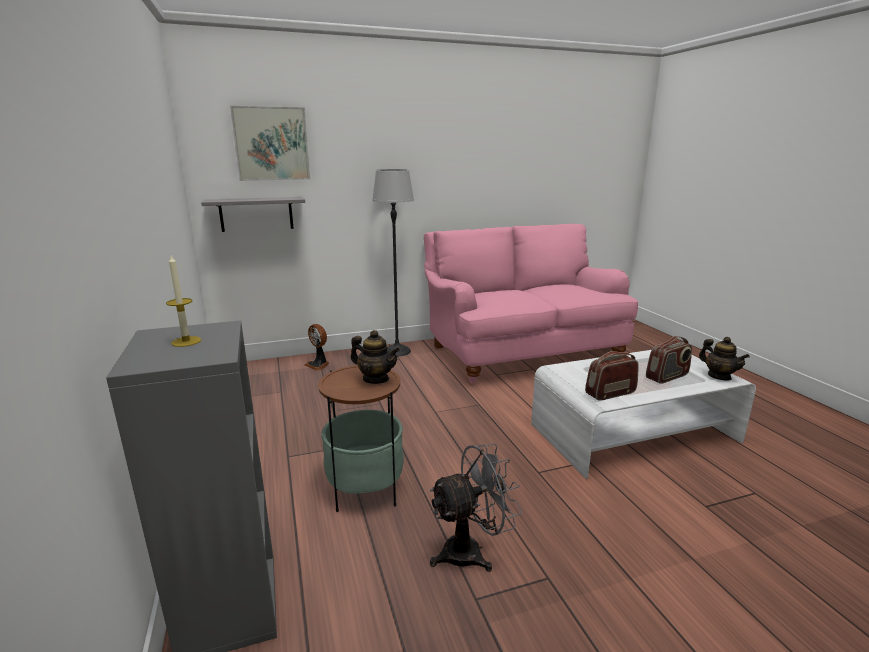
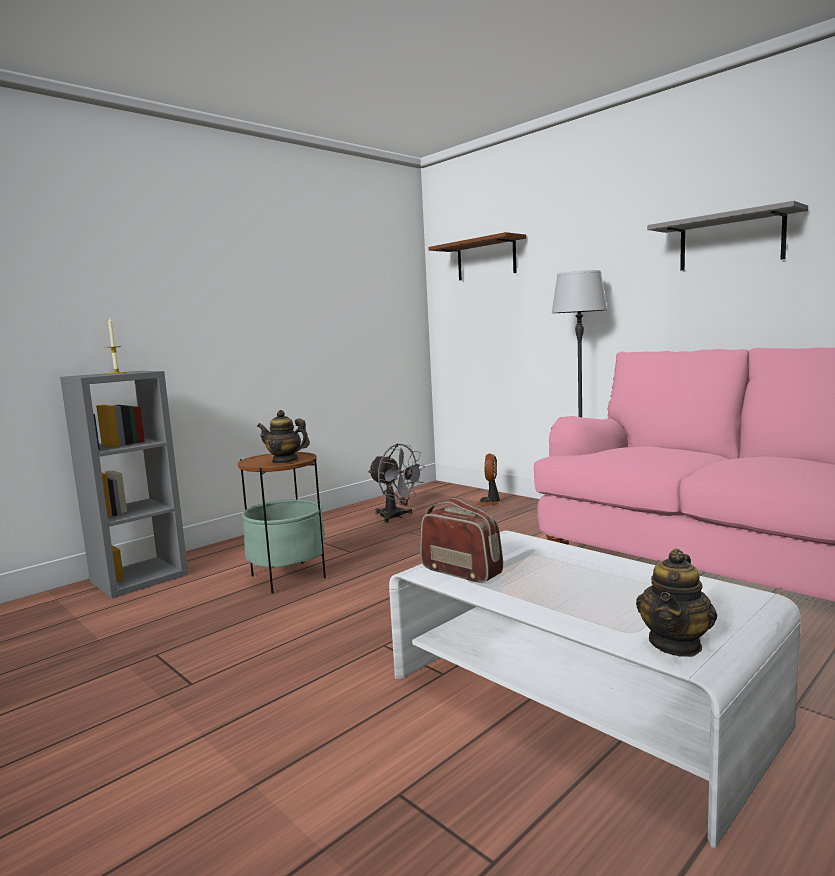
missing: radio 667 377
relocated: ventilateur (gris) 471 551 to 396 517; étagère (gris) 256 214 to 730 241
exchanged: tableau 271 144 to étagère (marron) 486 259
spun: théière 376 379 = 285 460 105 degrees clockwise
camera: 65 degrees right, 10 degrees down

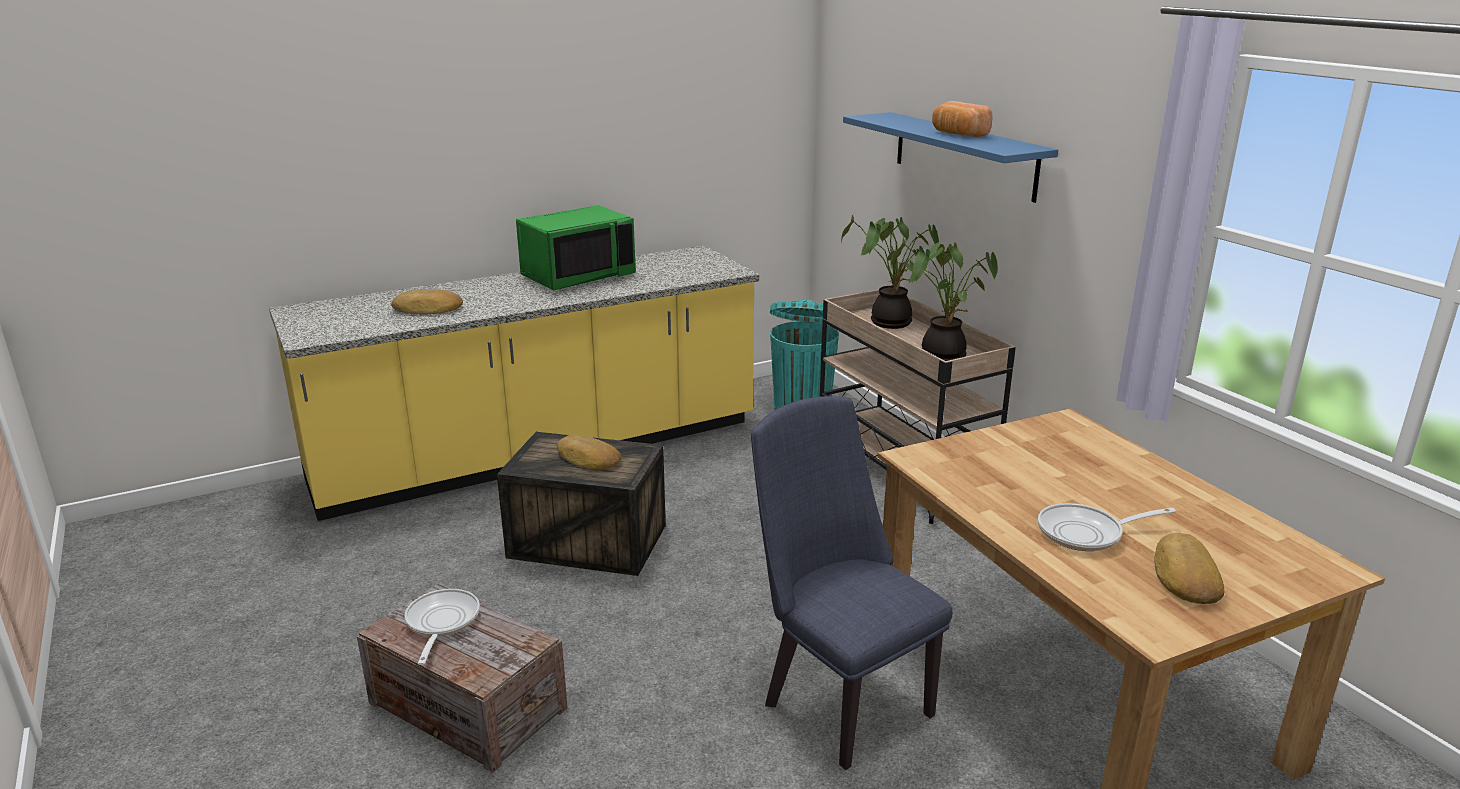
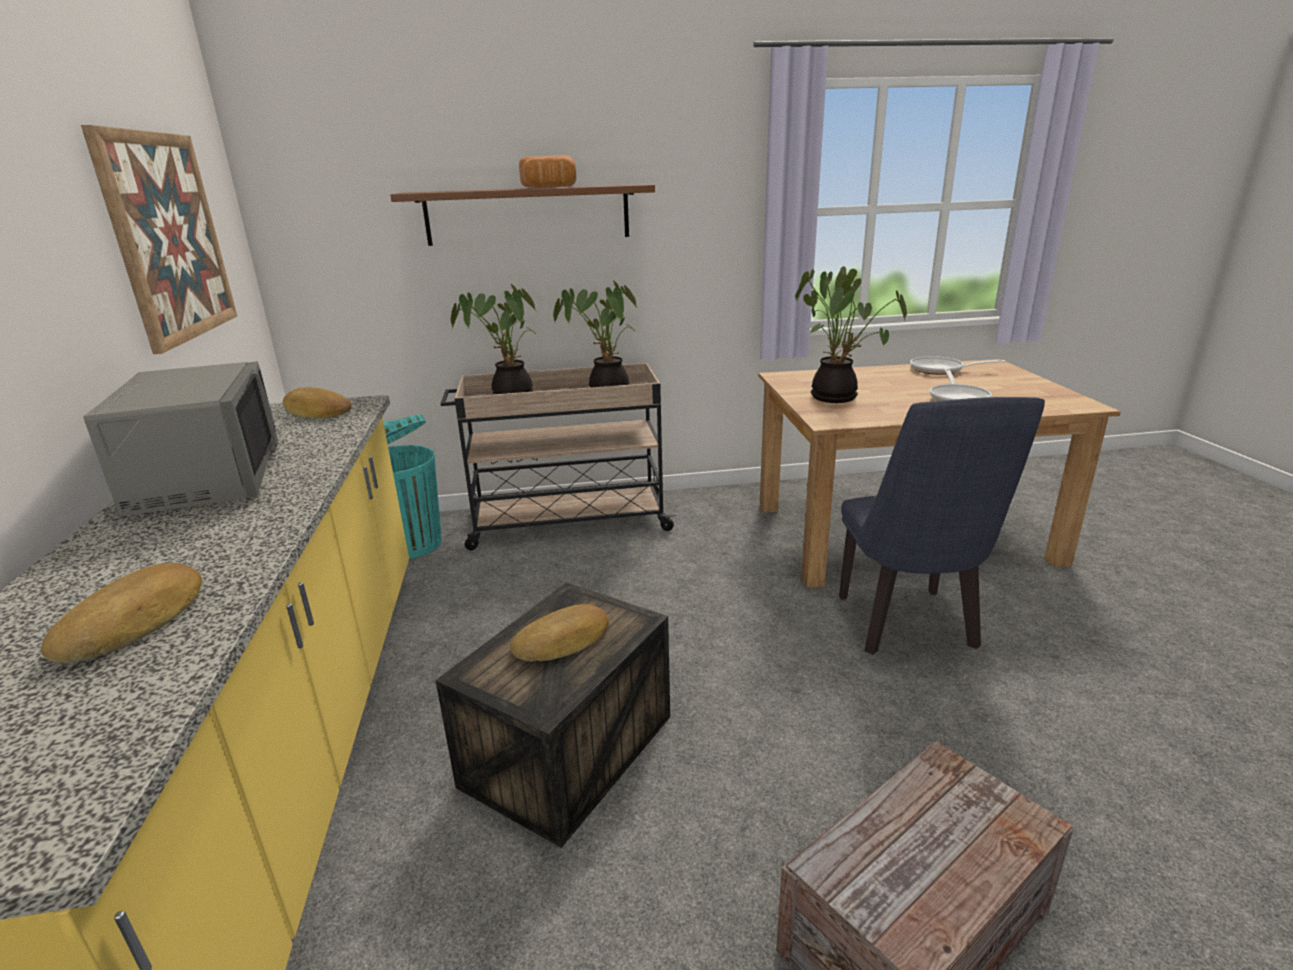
appeared: tableau 169 237; plante en pot 837 397
relocated: pain 1184 576 to 316 412; poêle 441 623 to 941 370
colour: micro-ondes (vert) 577 276 to micro-ondes (gris) 205 480; étagère (bleu) 963 155 to étagère (marron) 528 215
spun: chaise (bleu) 838 700 = 909 628 75 degrees counterclockwise
camera: 70 degrees left, 0 degrees up

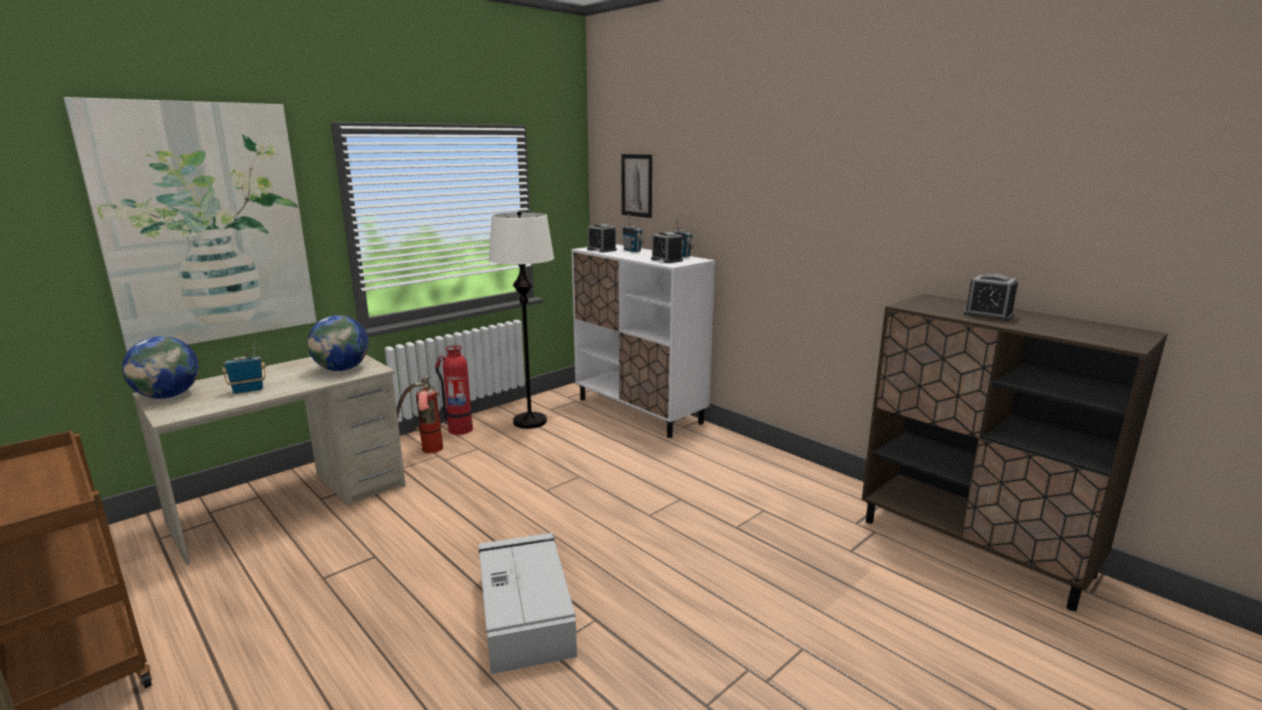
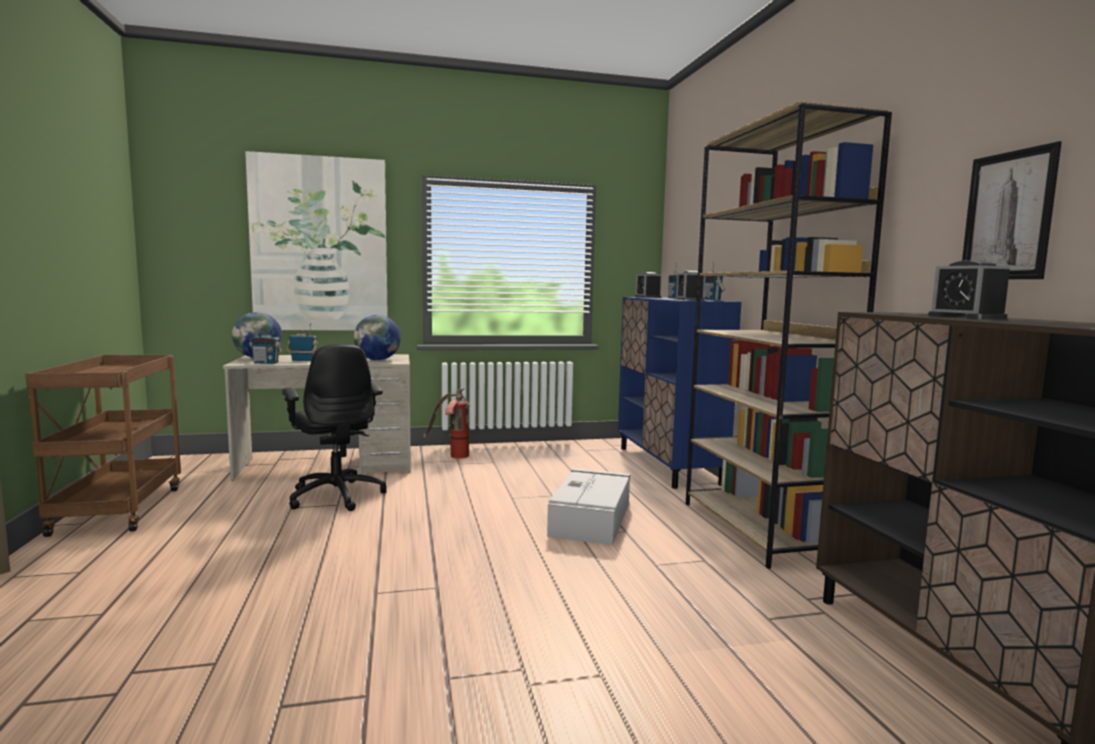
missing: extincteur 460 429; lampadaire (blanc) 530 421
appeared: radio 266 363; chaise de bureau (noir) 337 496; bibliothèque (marron) 760 529
relocated: boîte de rangement (gris) 525 612 to 591 518; tableau 637 185 to 1008 216
colour: meuble de rangement (blanc) 639 411 to meuble de rangement (bleu) 668 465
camera: 30 degrees right, 10 degrees down

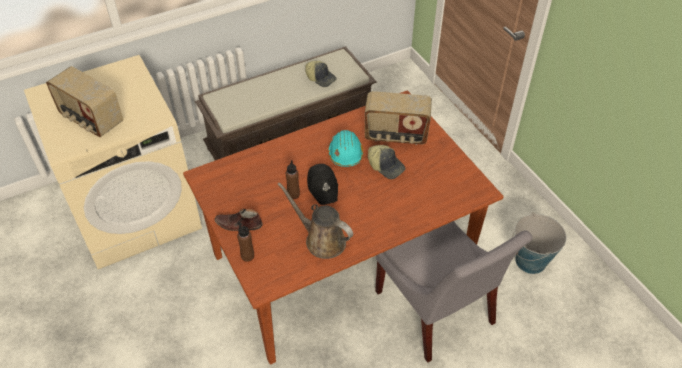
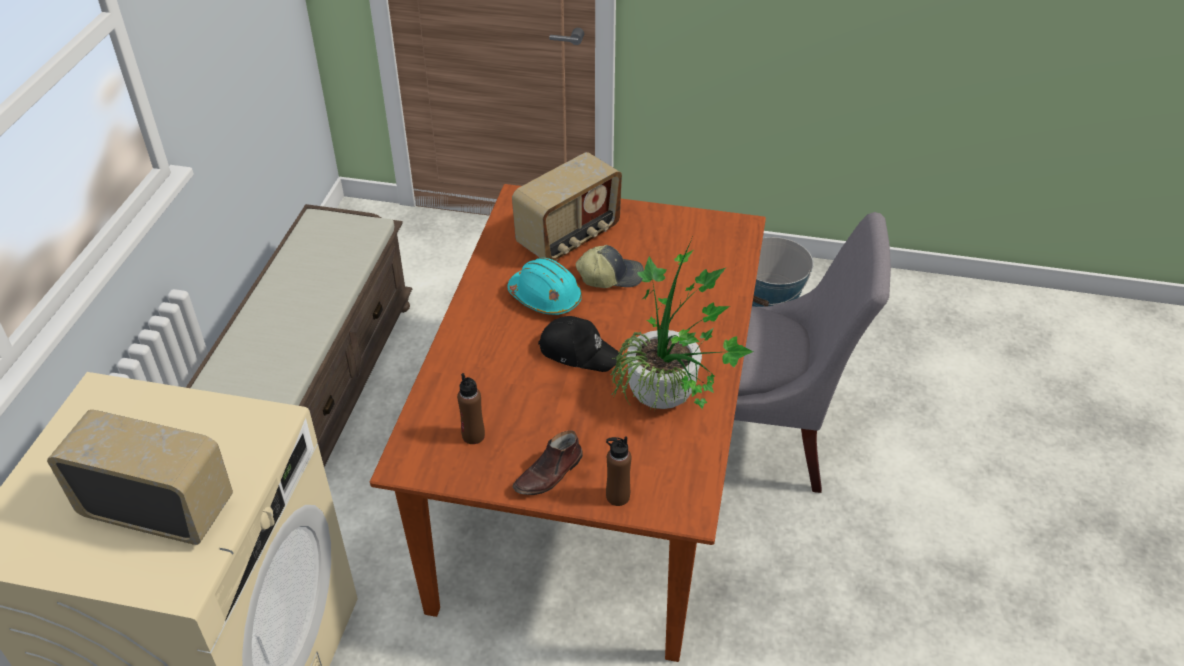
missing: casquette 321 78
relocated: bouteille (marron) 293 194 to 473 436
exchanged: arrosoir (marron) 322 240 to plante en pot 669 405
spun: radio 91 120 = 159 508 150 degrees counterclockwise
camera: 50 degrees left, 5 degrees down

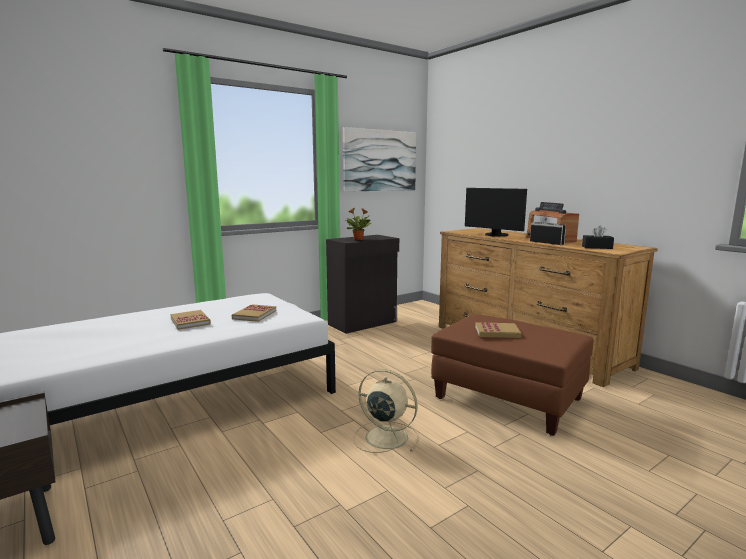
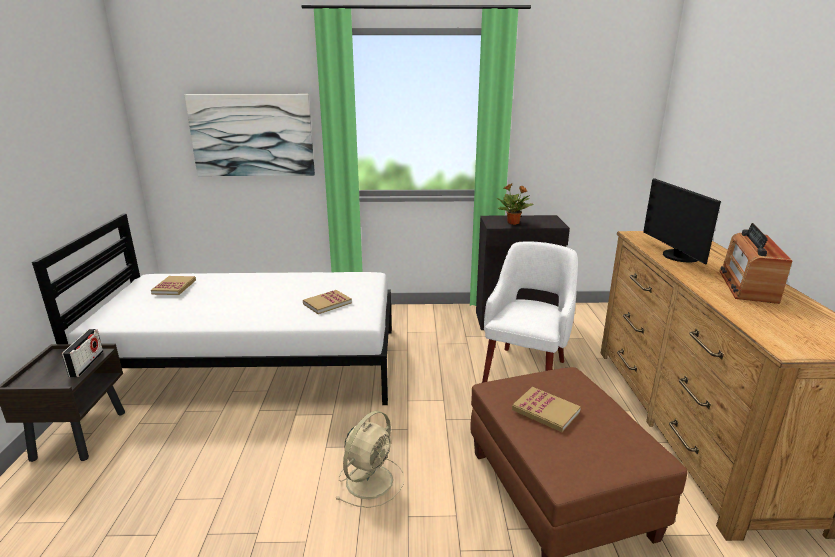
missing: boîte à mouchoirs (noir) 597 247
appeared: fauteuil (blanc) 526 371
relocated: radio 546 243 to 86 364; livre 190 321 to 174 287; tableau 380 160 to 252 135
spun: ventilateur (beige) 384 437 = 371 480 60 degrees clockwise
camera: 35 degrees right, 10 degrees up

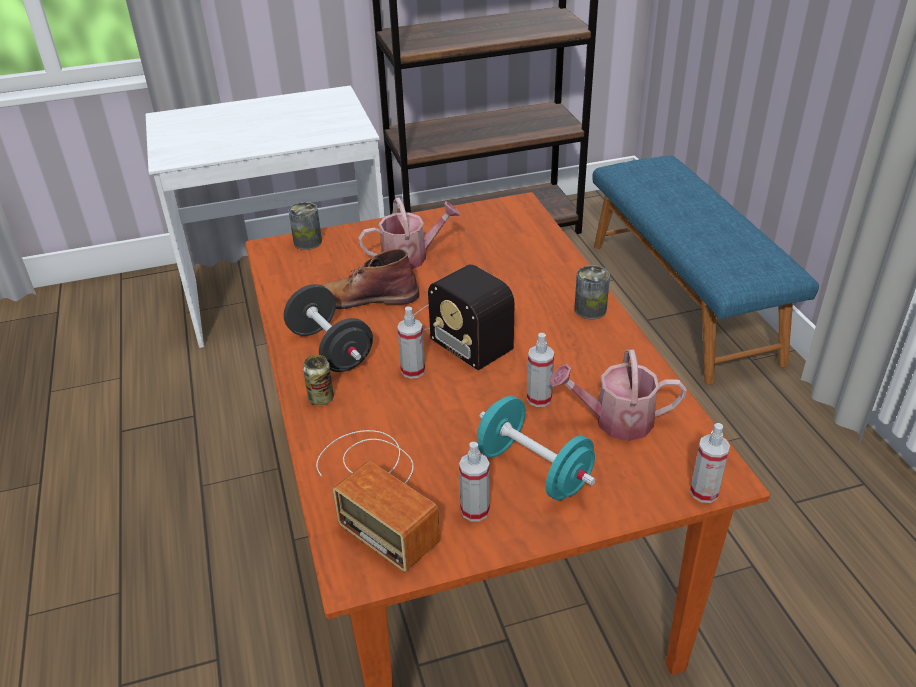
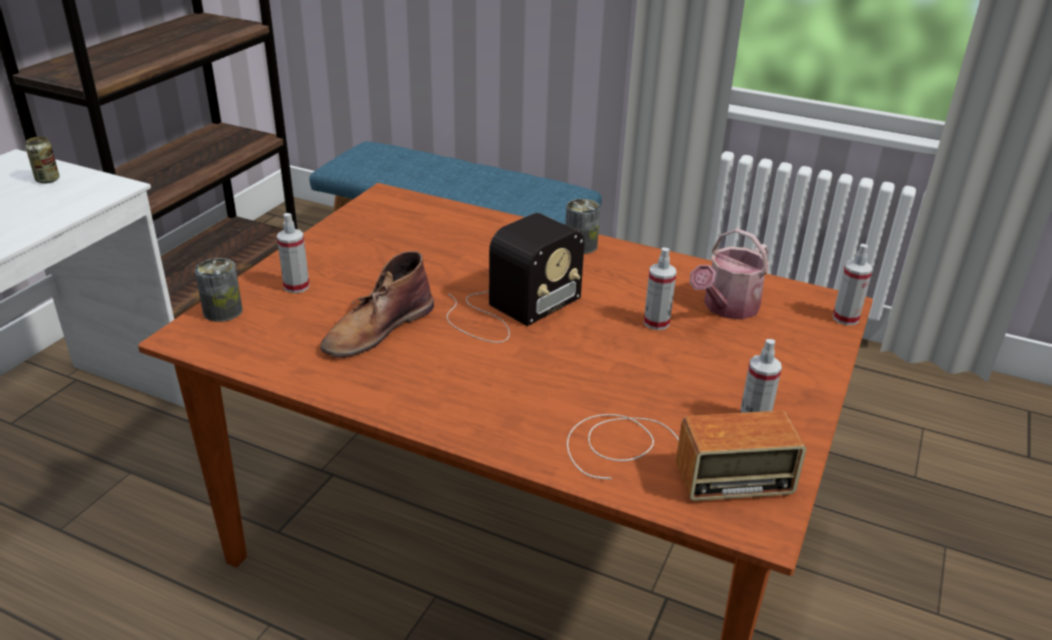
missing: haltère (noir) 331 349; arrosoir 411 257; haltère (turquoise) 534 470
relocated: boîte métallique 321 398 to 47 180; vaporisateur 413 370 to 296 286
spun: radio 458 330 = 509 309 45 degrees counterclockwise
camera: 50 degrees left, 5 degrees down

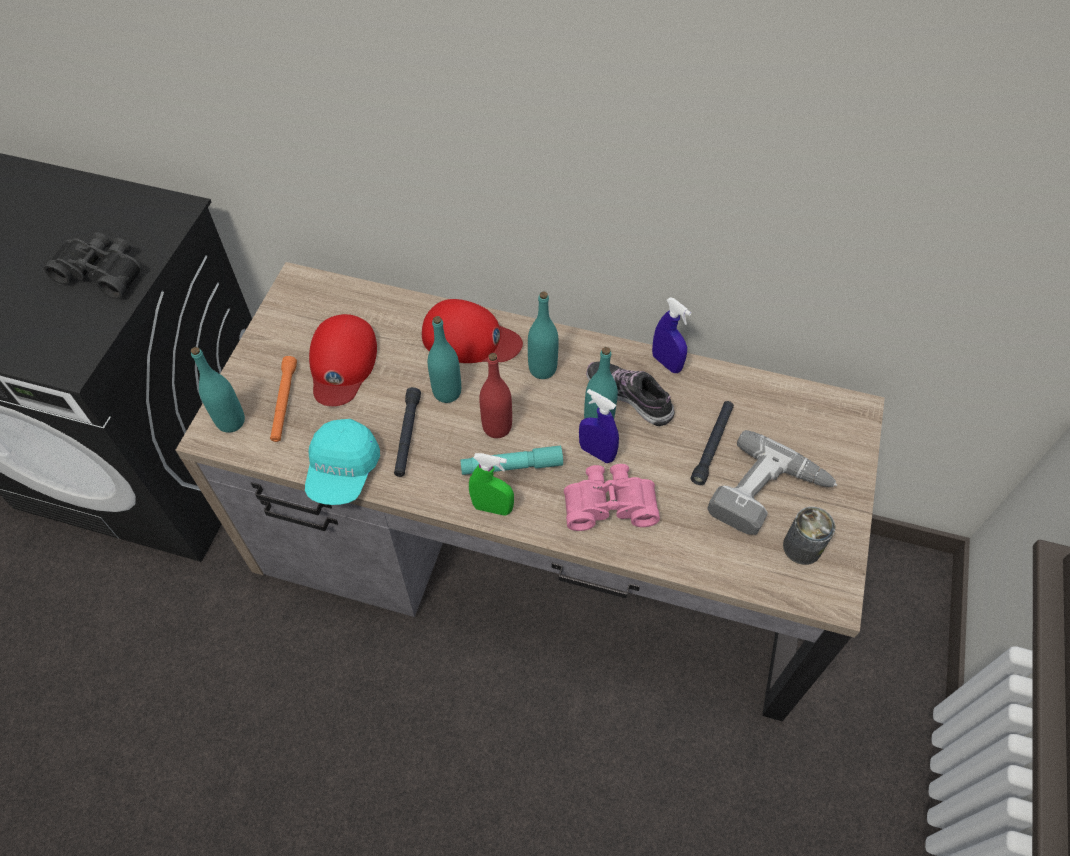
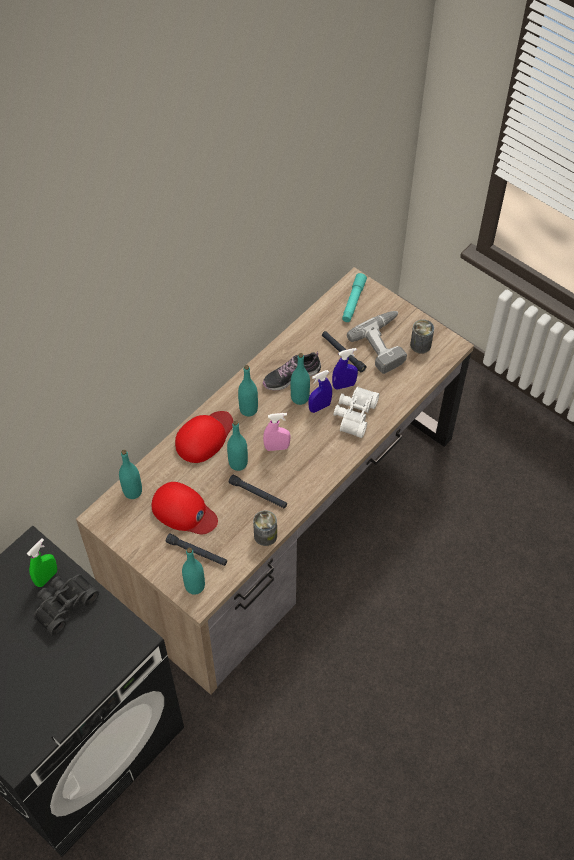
appeared: bouteille (turquoise) 132 491
relocated: vaporisateur (vert) 492 508 to 46 577; vaporisateur (bleu) 666 363 to 344 385; lampe de poche (turquoise) 511 466 to 353 301
exchanged: casquette (turquoise) 343 471 to boîte métallique 265 535; bouteille (rouge) 497 427 to vaporisateur (rose) 277 447
colour: lampe de poche (orange) 284 403 to lampe de poche (noir) 197 552; jumelles (rose) 609 502 to jumelles (blanc) 353 414
camera: 65 degrees left, 0 degrees up

